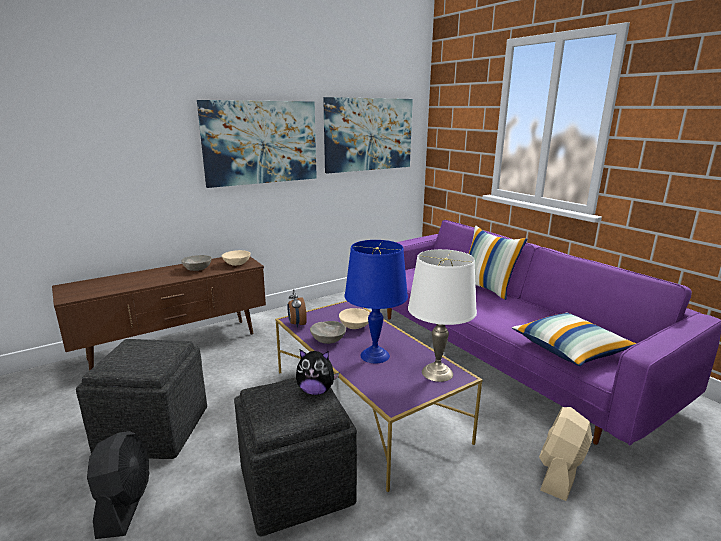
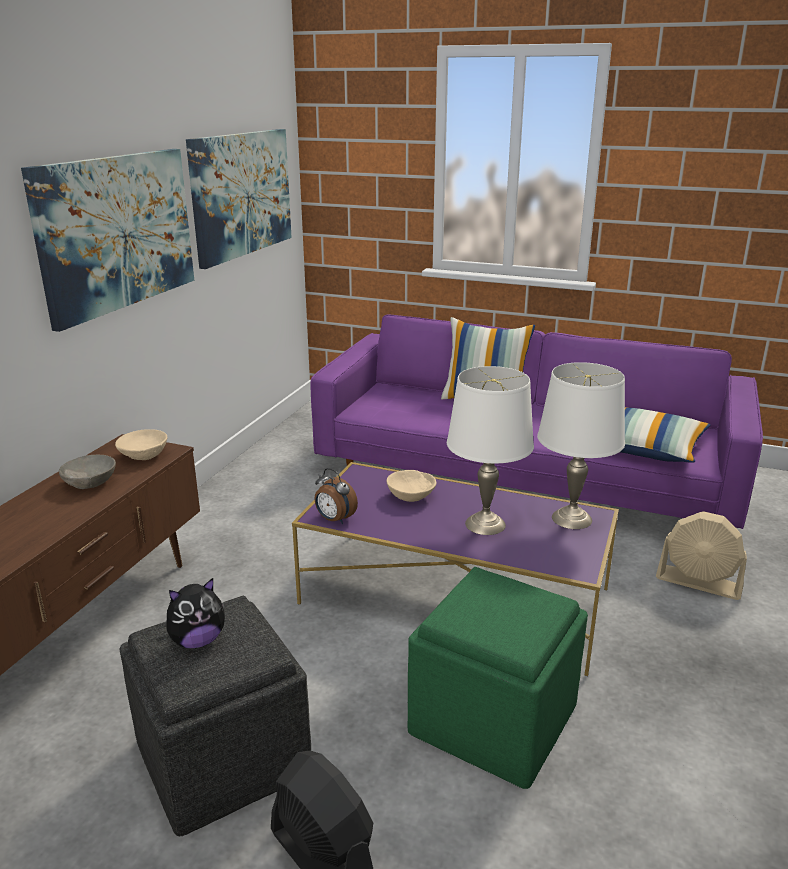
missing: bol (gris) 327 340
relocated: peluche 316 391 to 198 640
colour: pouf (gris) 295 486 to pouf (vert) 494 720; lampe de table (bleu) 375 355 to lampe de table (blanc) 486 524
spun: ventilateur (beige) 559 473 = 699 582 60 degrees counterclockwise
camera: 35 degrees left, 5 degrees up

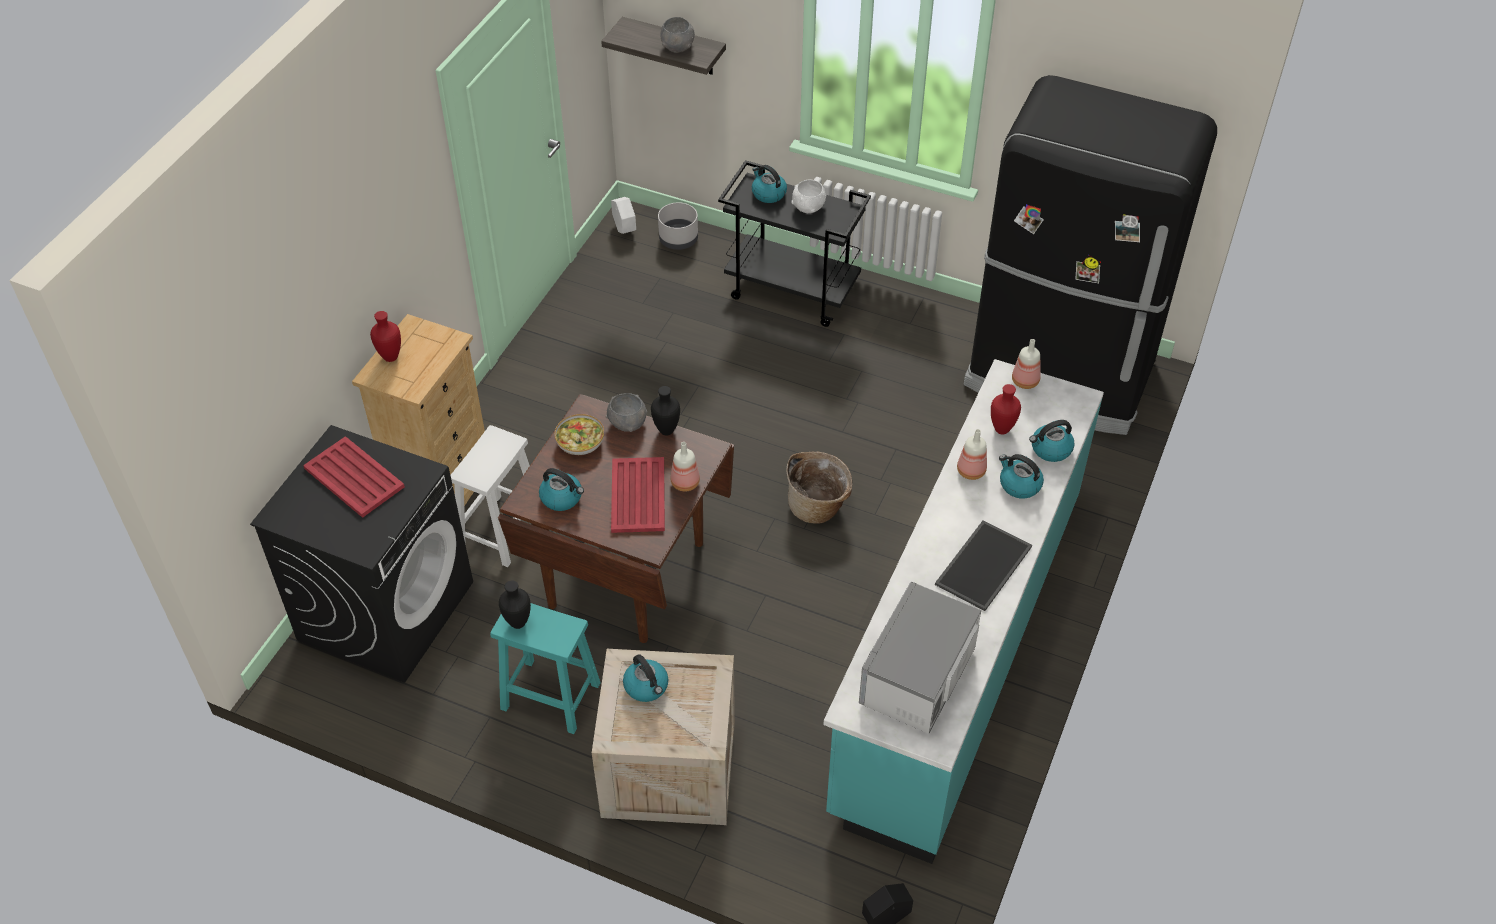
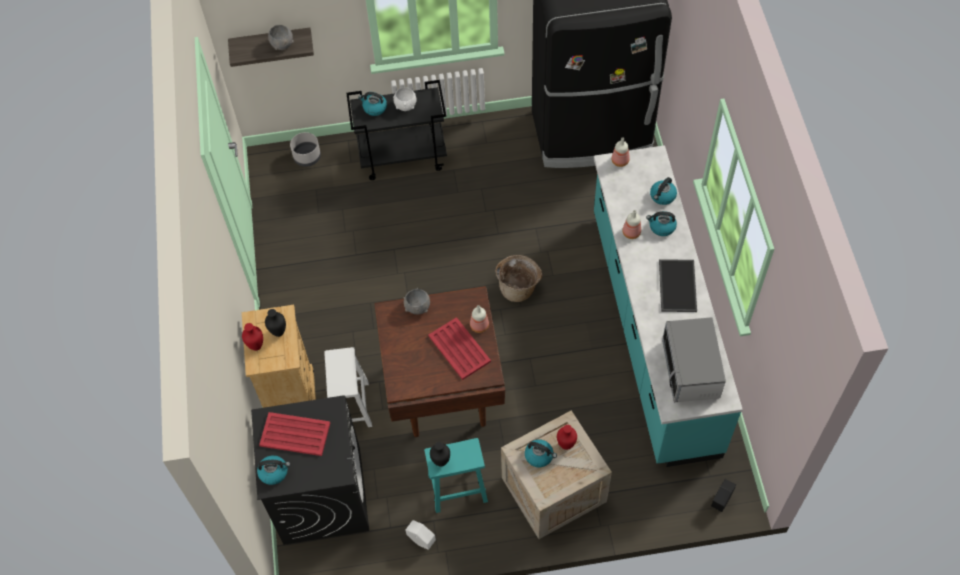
missing: bol 580 442
relocated: bouilloire 562 498 to 274 472; vase (noir) 667 430 to 279 332; cache-pot (blanc) 624 230 to 421 540; vase (rouge) 1002 429 to 565 444
camera: 30 degrees left, 10 degrees up

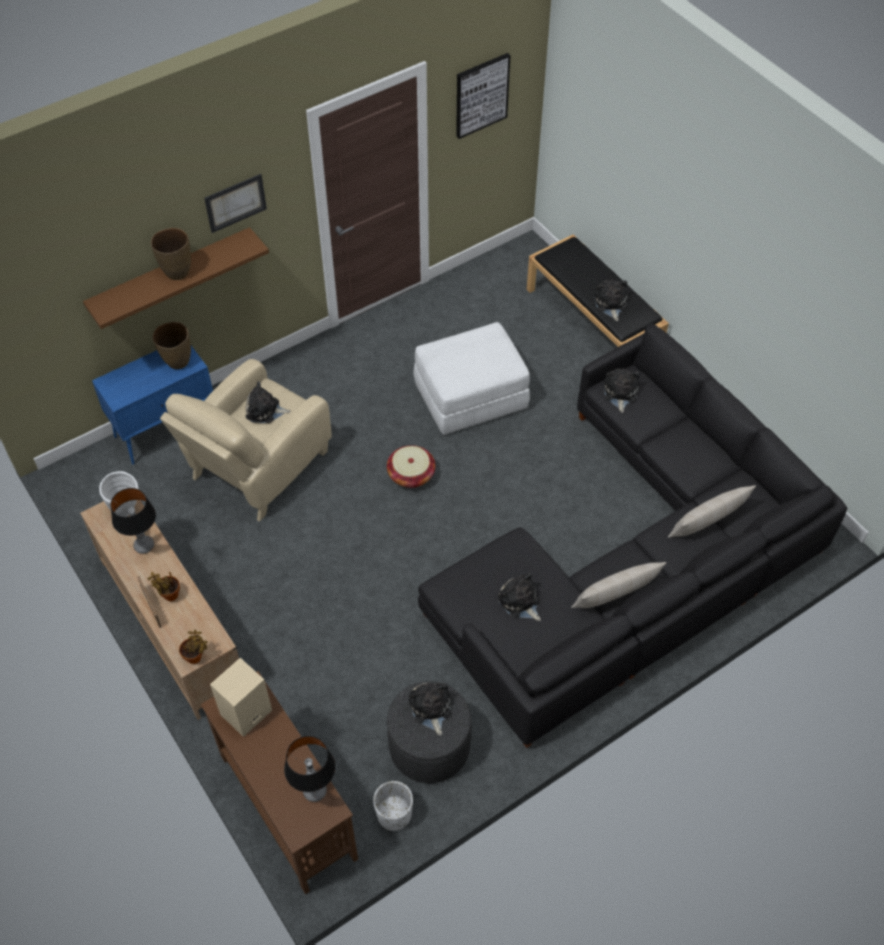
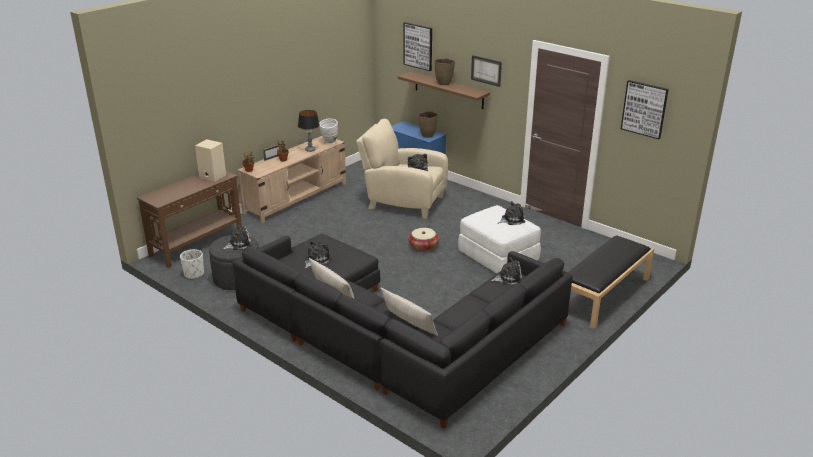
missing: lampe de table 315 791
appeared: tableau 418 46
relocated: peluche 610 304 to 511 220
camera: 75 degrees right, 25 degrees down

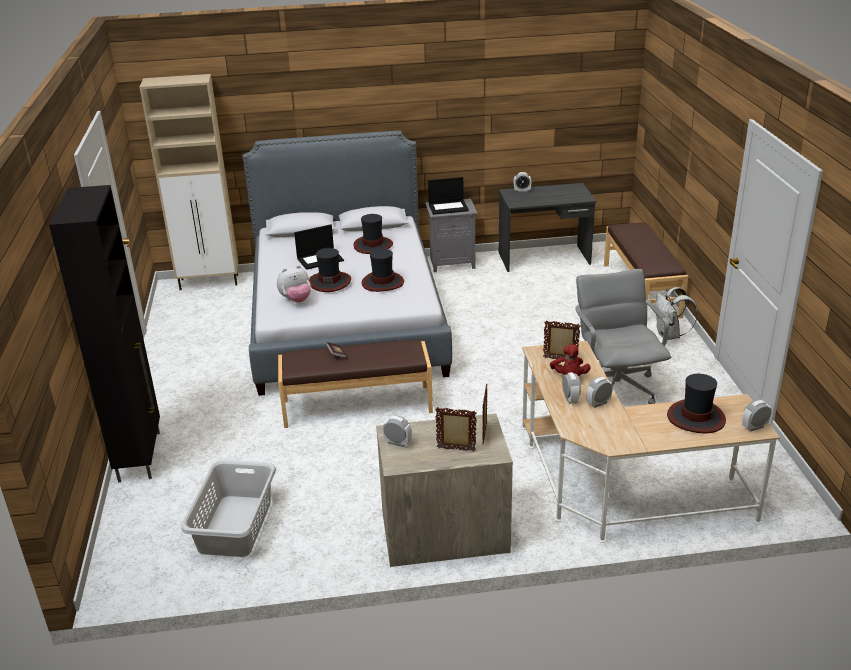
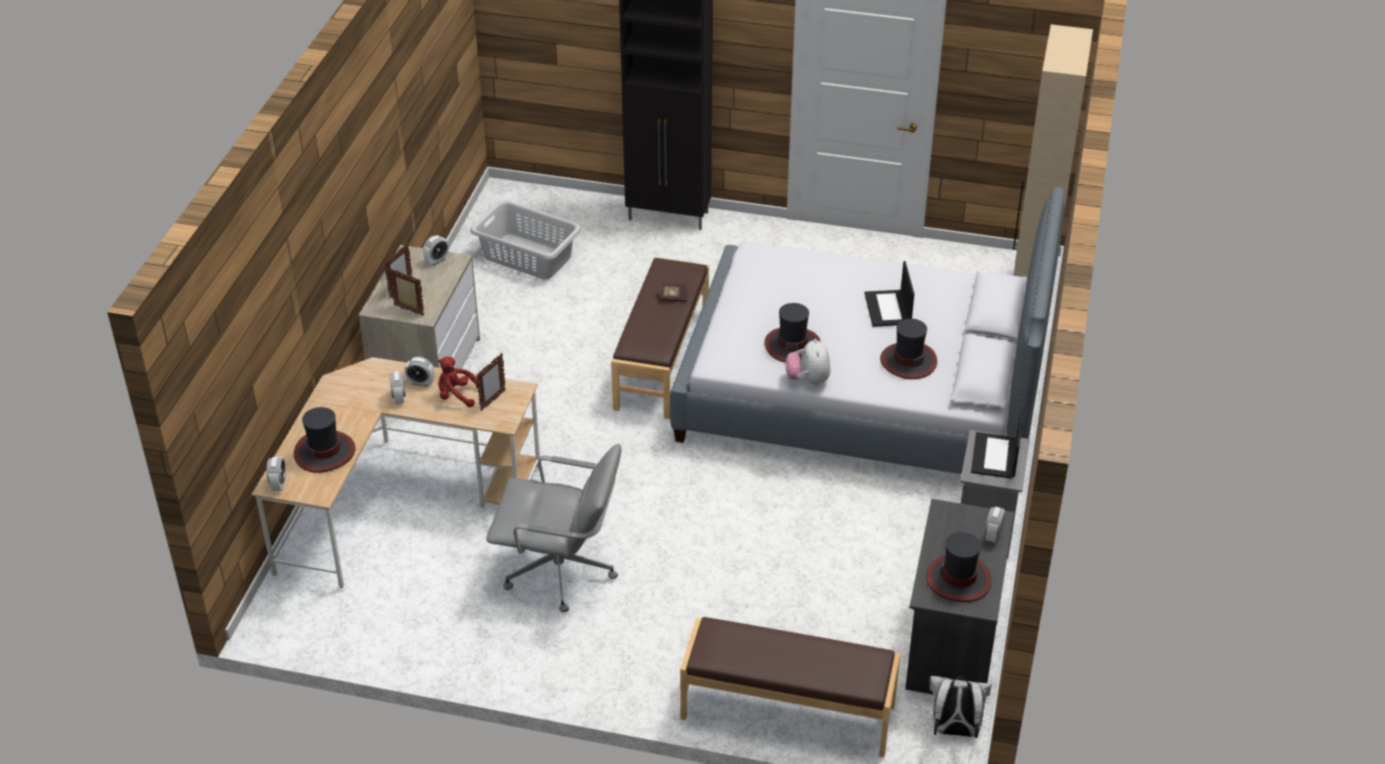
relocated: peluche 296 300 to 808 380; chapeau 330 282 to 959 579; sac à dos (blanc) 669 335 to 954 730
camera: 110 degrees right, 10 degrees up

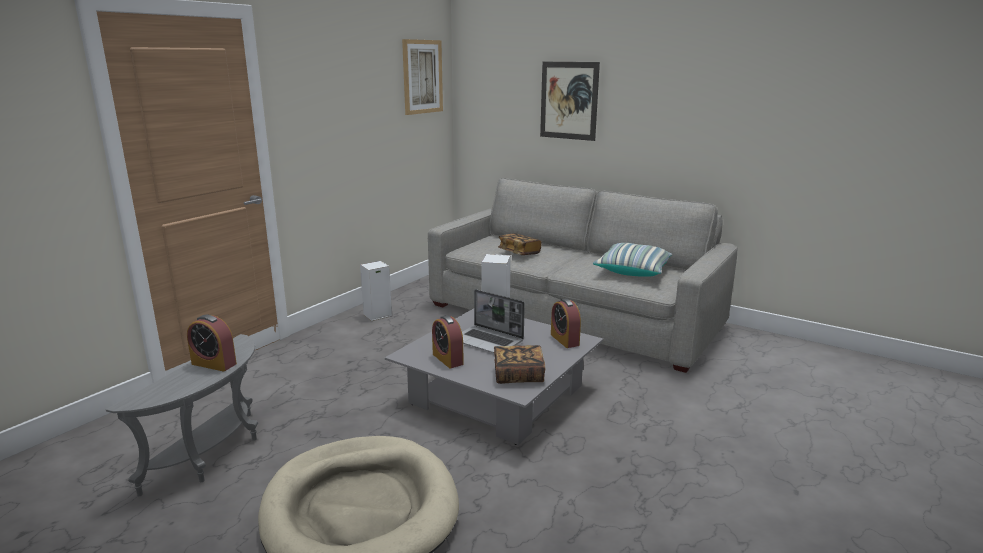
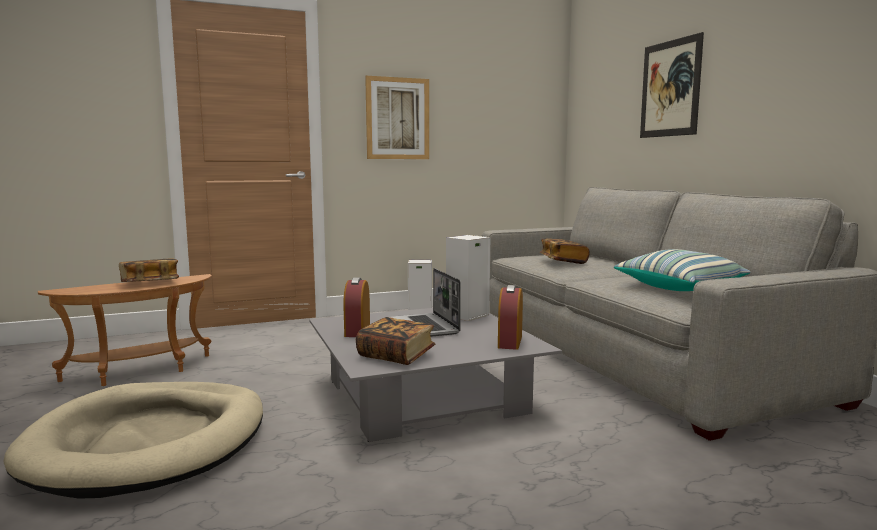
relocated: tableau 422 77 to 397 118
exchanged: réveil 214 364 to livre 150 283
colour: table d'appoint (gris) 213 454 to table d'appoint (marron) 140 372
camera: 35 degrees right, 10 degrees down

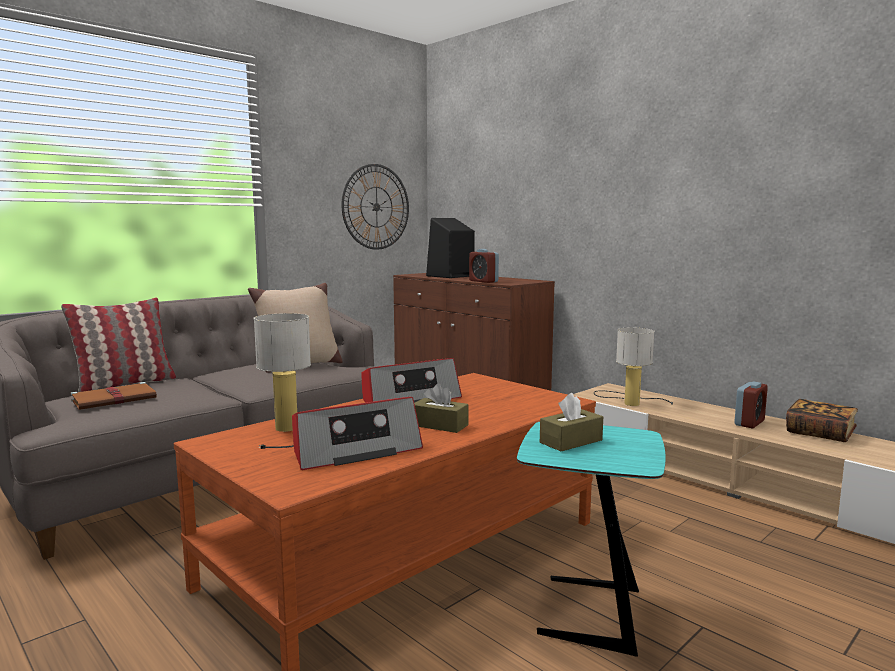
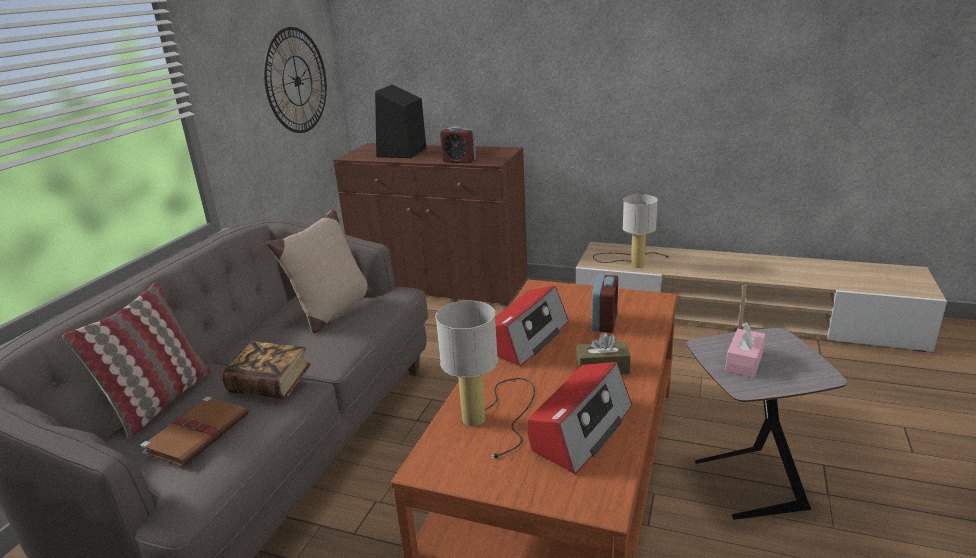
relocated: livre 820 433 to 271 384; réveil 749 423 to 604 322
colour: table d'appoint (turquoise) 586 613 to table d'appoint (gris) 746 485; boîte à mouchoirs (marron) 571 441 to boîte à mouchoirs (rose) 744 361
camera: 25 degrees left, 15 degrees up

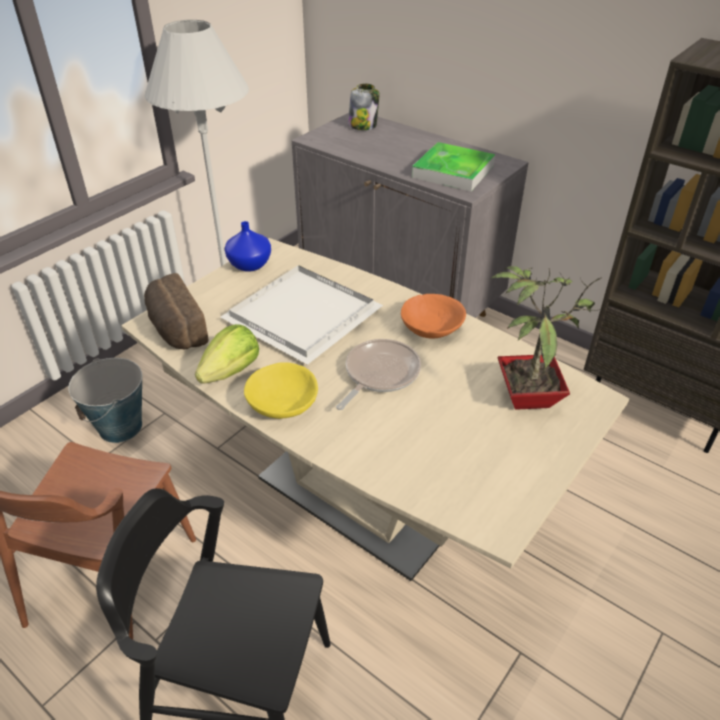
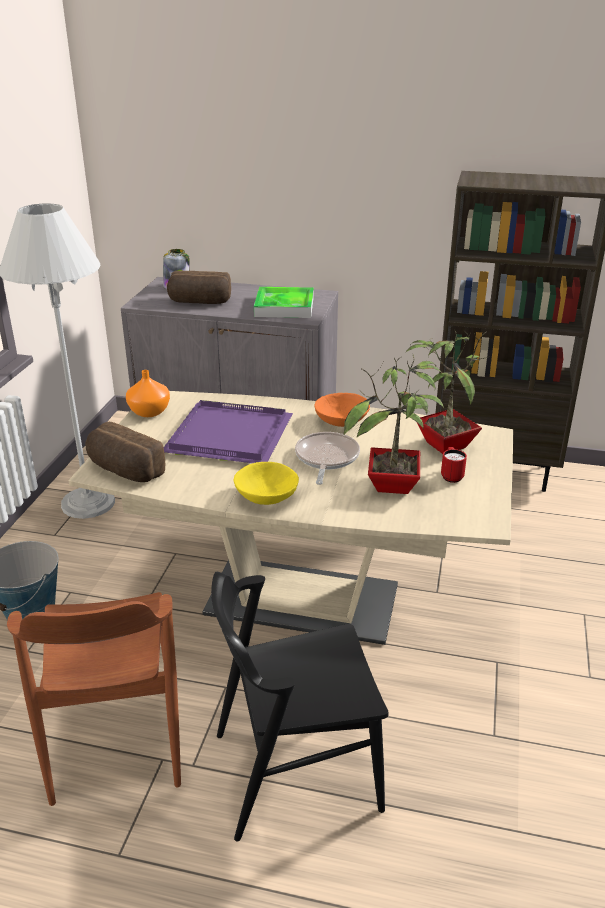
missing: laitue 231 371
appeared: pain 199 302; plante en pot 393 487; mug (rouge) 451 475
colour: vase (bleu) 249 264 to vase (orange) 148 411; plateau (blanc) 299 315 to plateau (violet) 227 437
camera: 25 degrees left, 10 degrees down

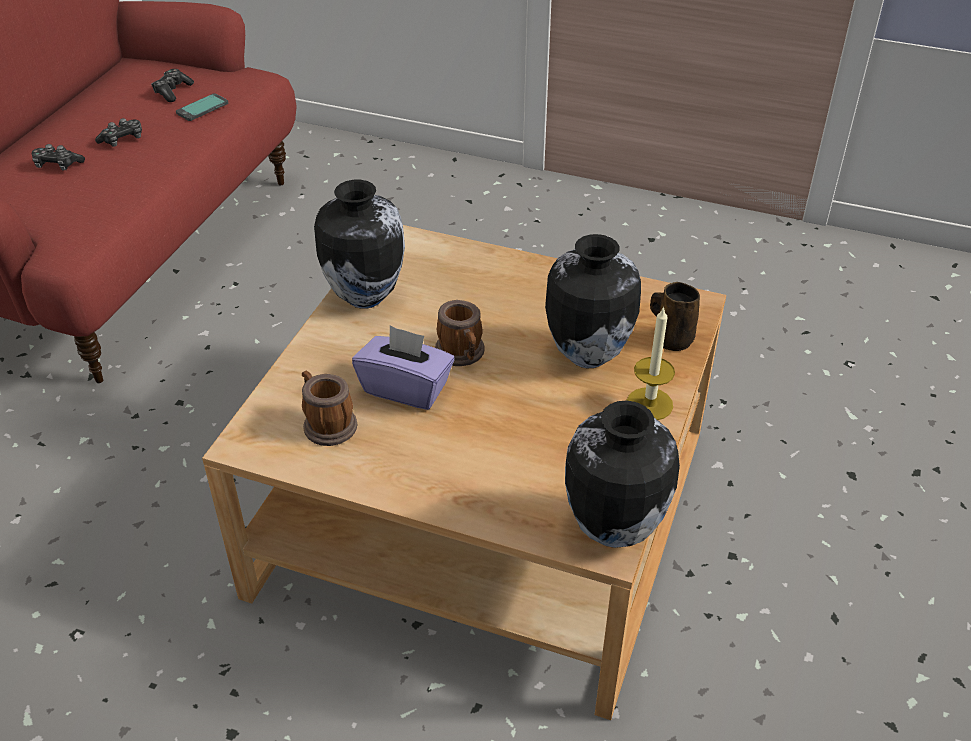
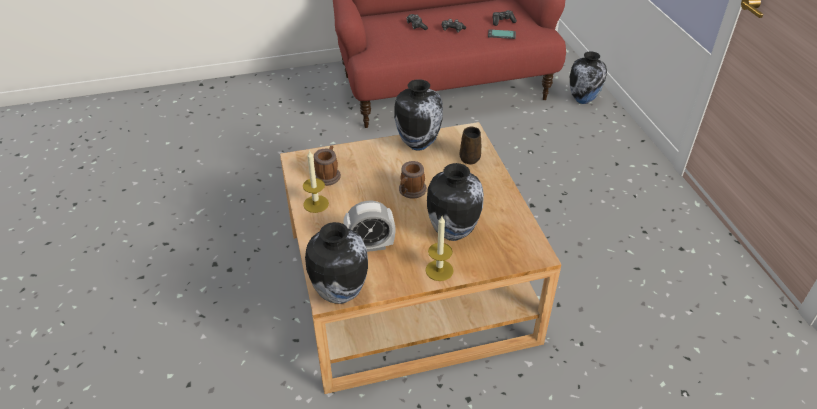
missing: boîte à mouchoirs (violet) 406 388
appeared: bougie 316 204; réveil 370 246; vase 583 100
relocated: mug (marron) 671 339 to 470 157
camera: 55 degrees right, 0 degrees up

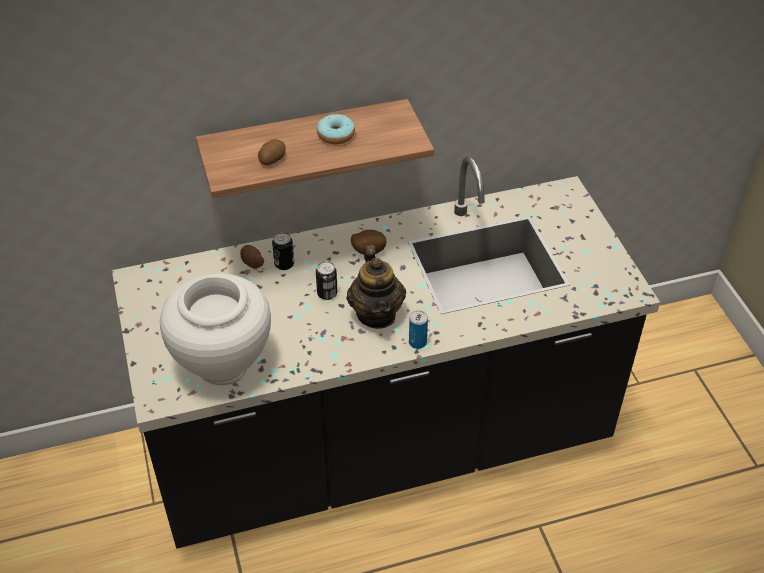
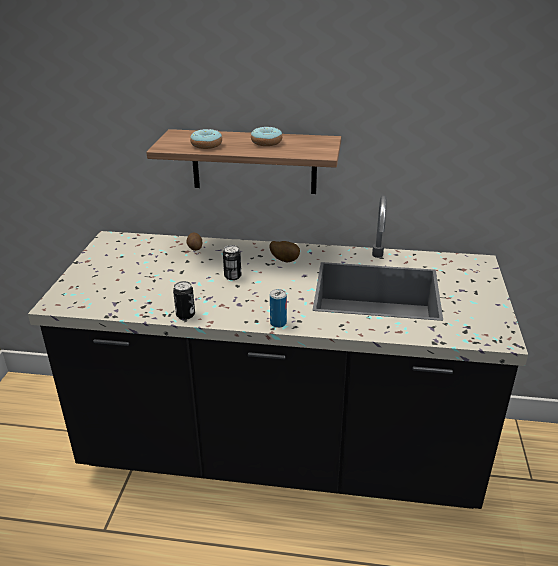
missing: vase (blanc) 223 364; théière 377 314
relocated: boîte métallique 284 264 to 185 315
exchanged: pomme de terre 272 159 to beignet 206 145
camera: 25 degrees right, 15 degrees down

